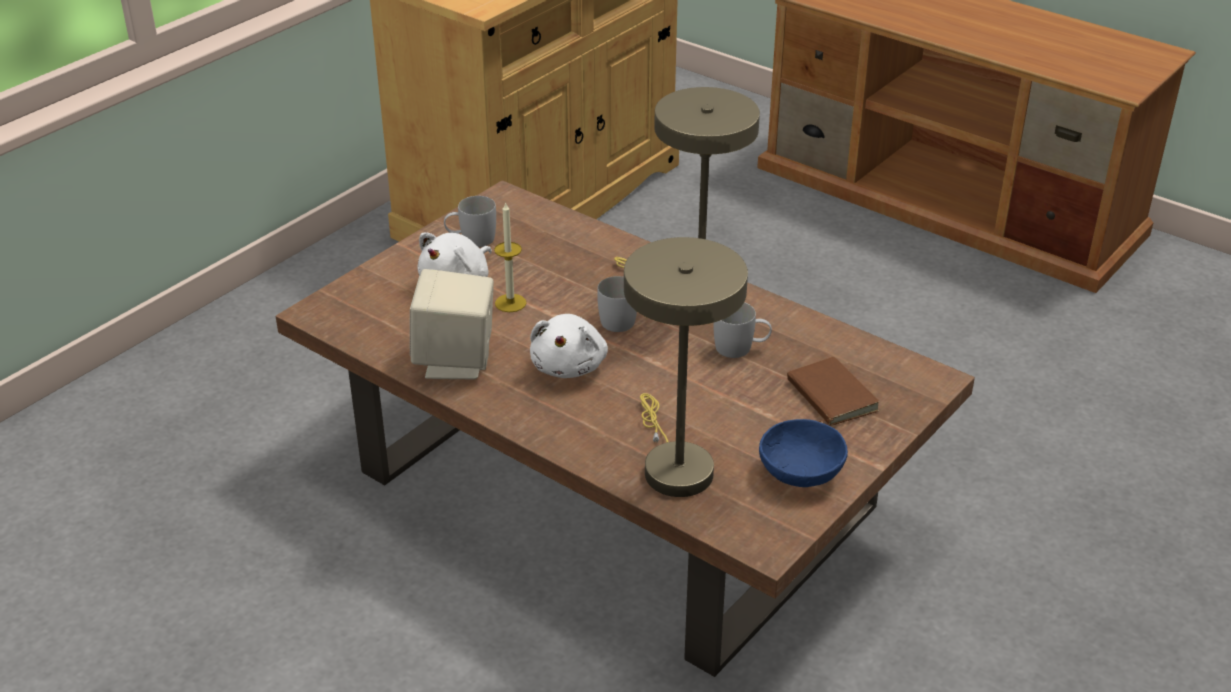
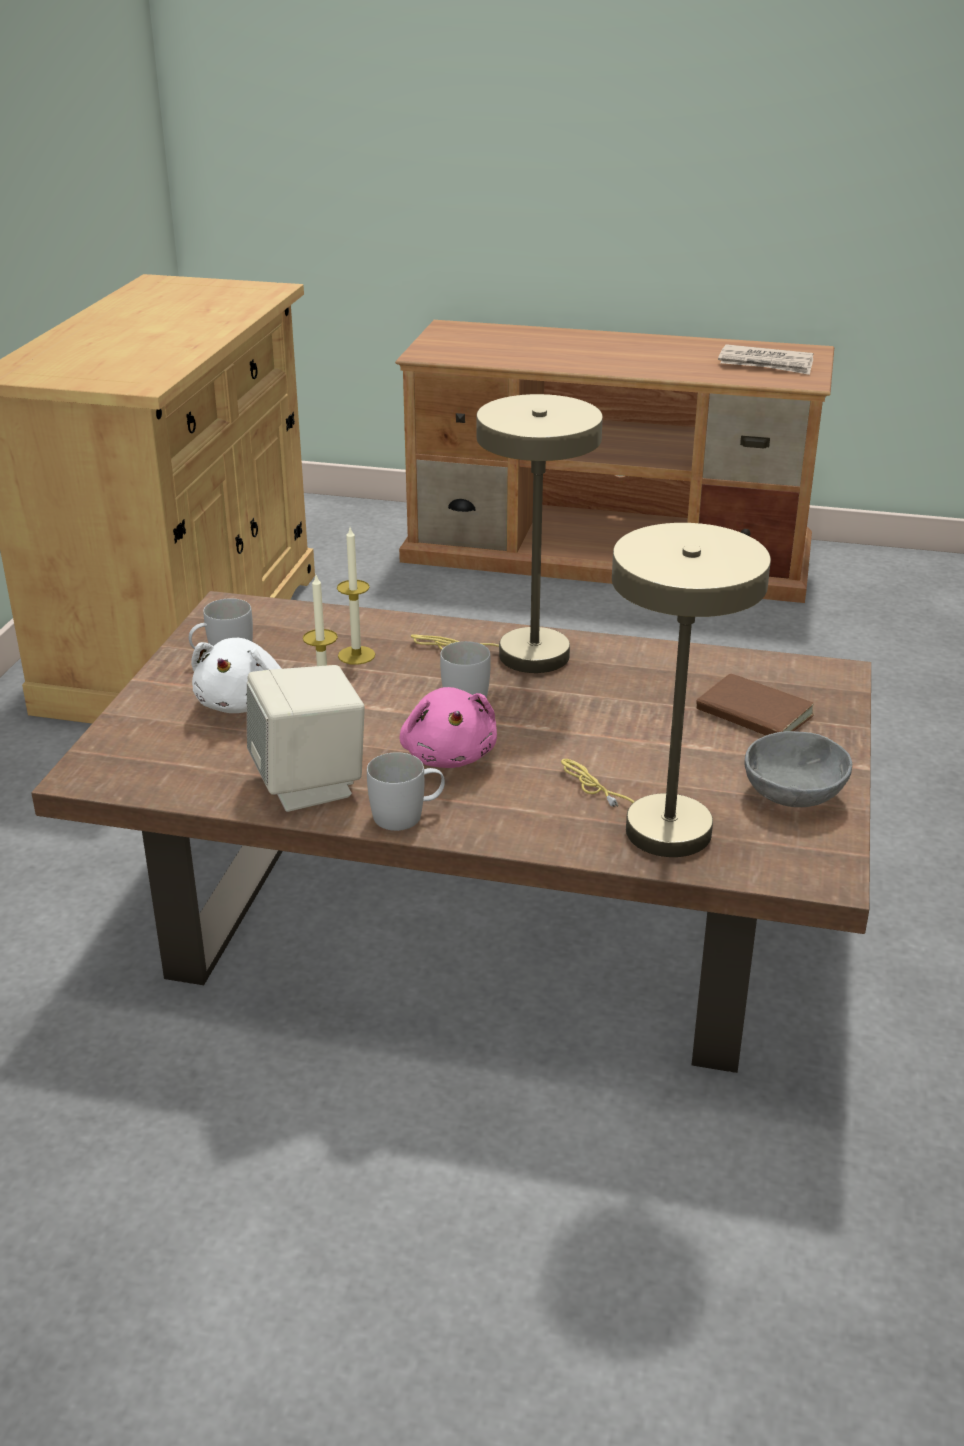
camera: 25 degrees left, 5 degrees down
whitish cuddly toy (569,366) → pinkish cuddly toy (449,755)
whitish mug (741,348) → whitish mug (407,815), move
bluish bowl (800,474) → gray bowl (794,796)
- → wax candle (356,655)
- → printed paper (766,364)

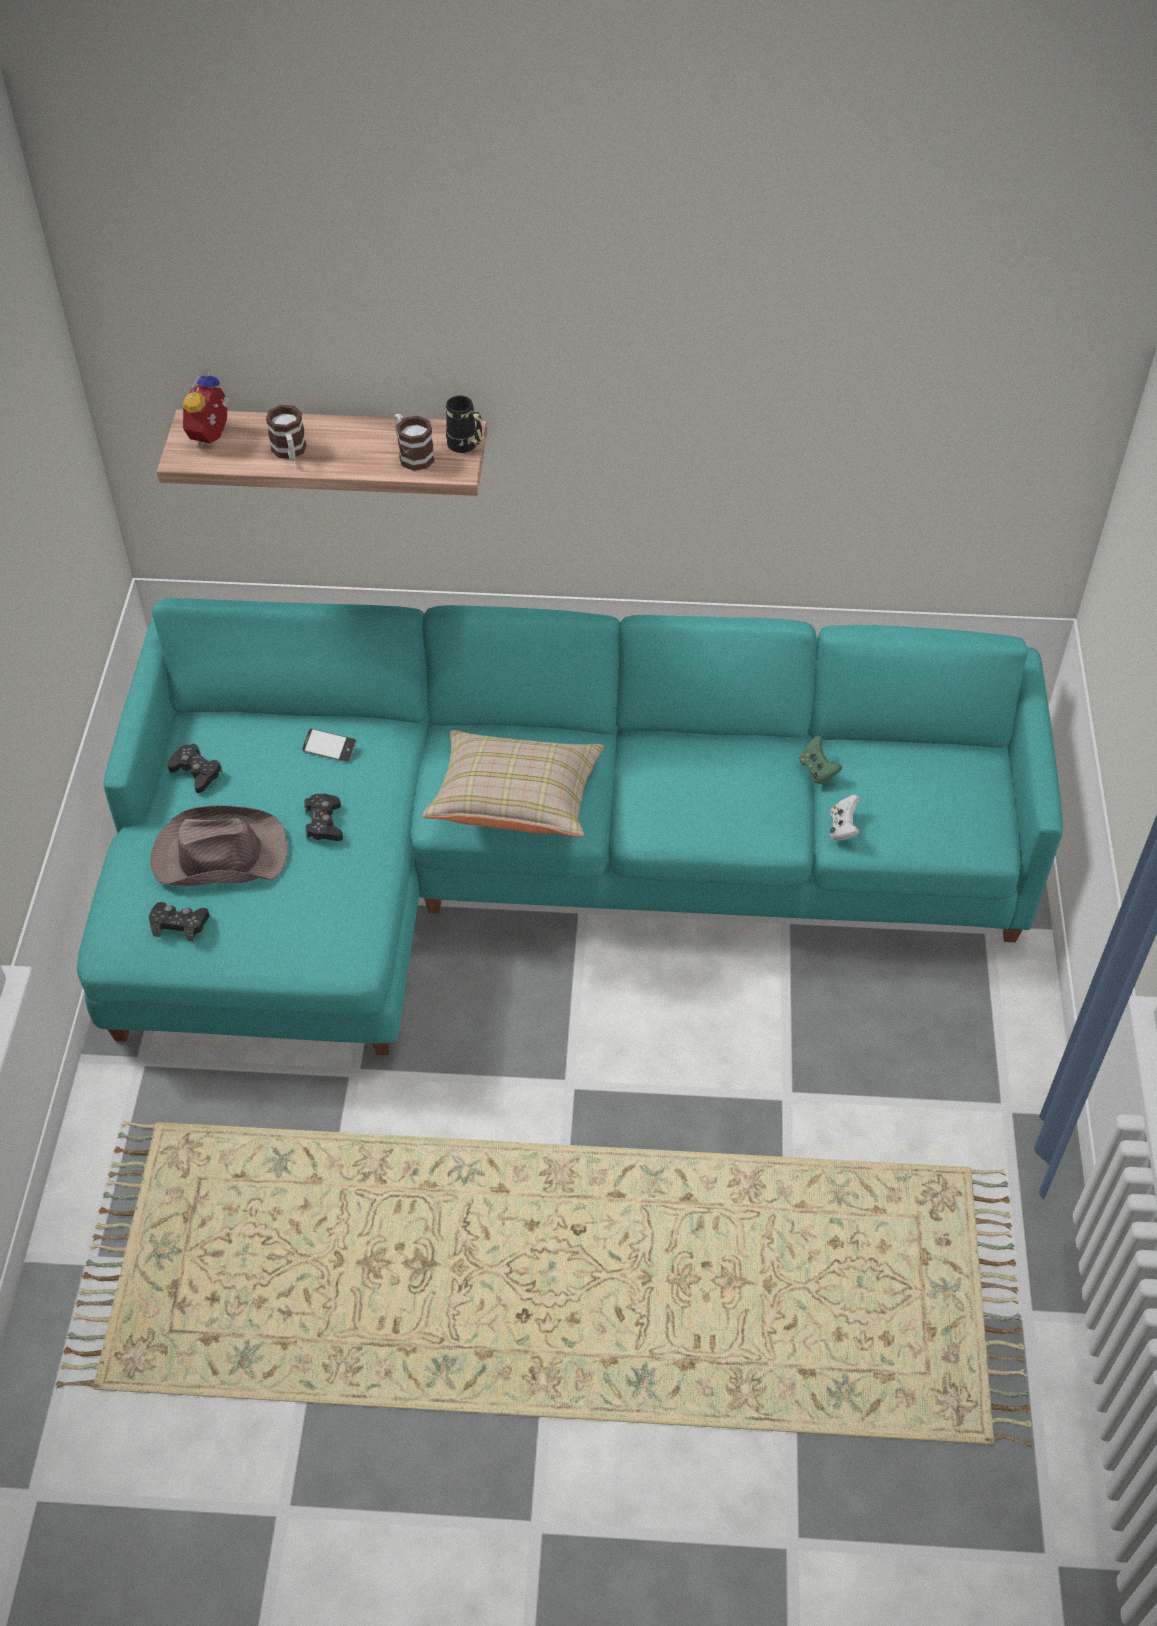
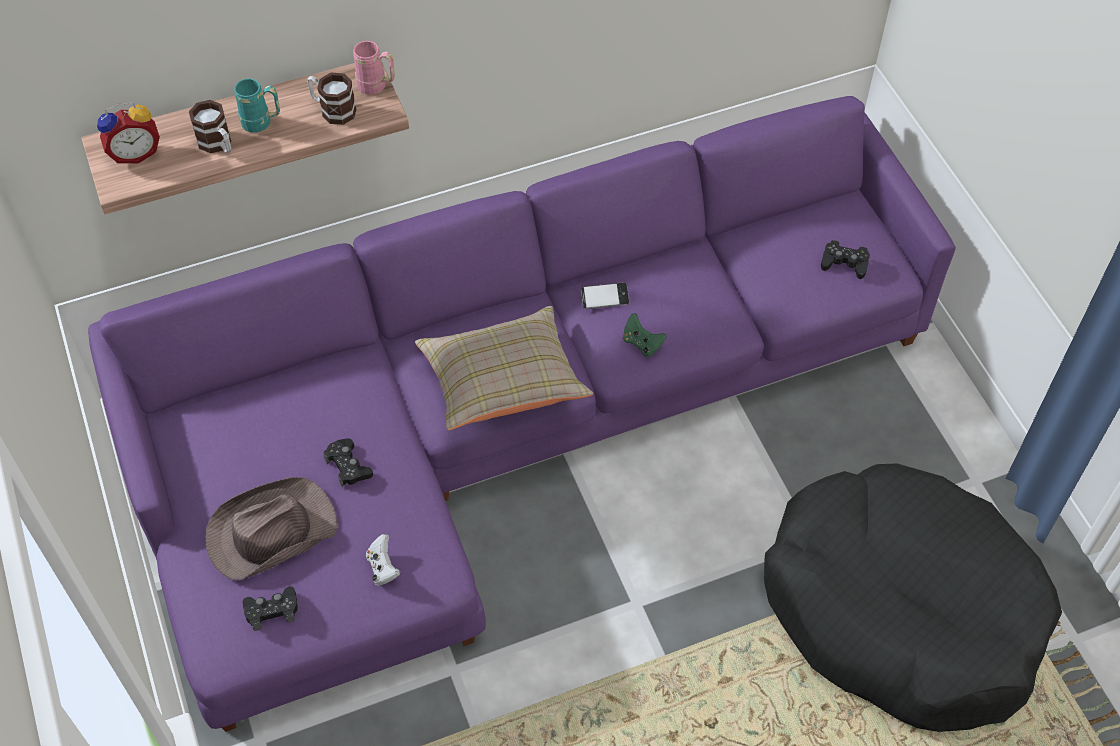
camera: 25 degrees left, 5 degrees up
turquoise-coloured couch (529,865) → purple couch (500,428)
black game controller (196,772) → black game controller (844,263), move
alarm clock (213,436) → alarm clock (135,152), 105 degrees counterclockwise
phone (329,748) → phone (604,298), move
black mug (466,447) → pinkish mug (377,86)
green game controller (817,770) → green game controller (642,343), move
whitish game controller (843,828) → whitish game controller (383,568), move
- → turquoise-coloured mug (262,123)
- → black dog bed (901,610)

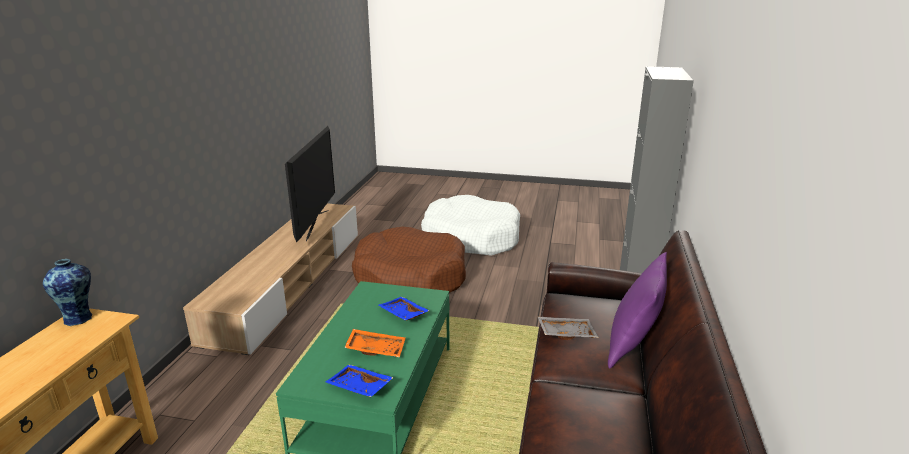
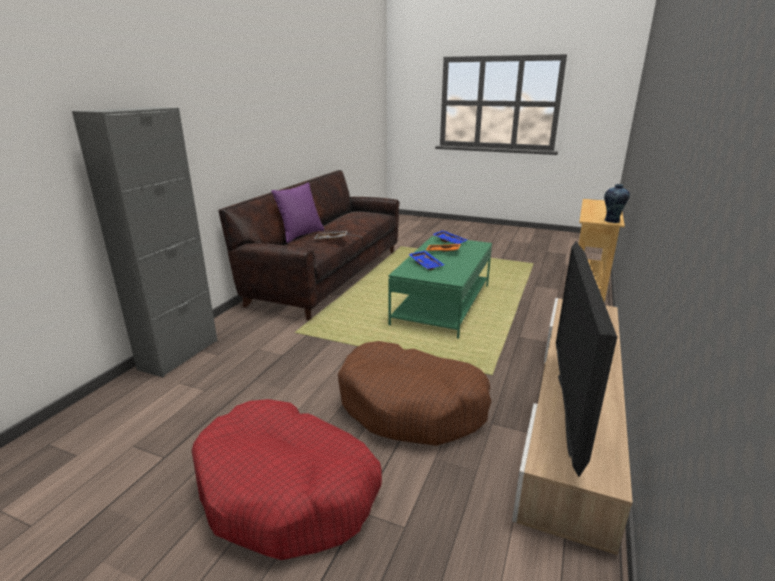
camera: 170 degrees left, 0 degrees up
whitish dog bed (471,238) → reddish dog bed (287,490)

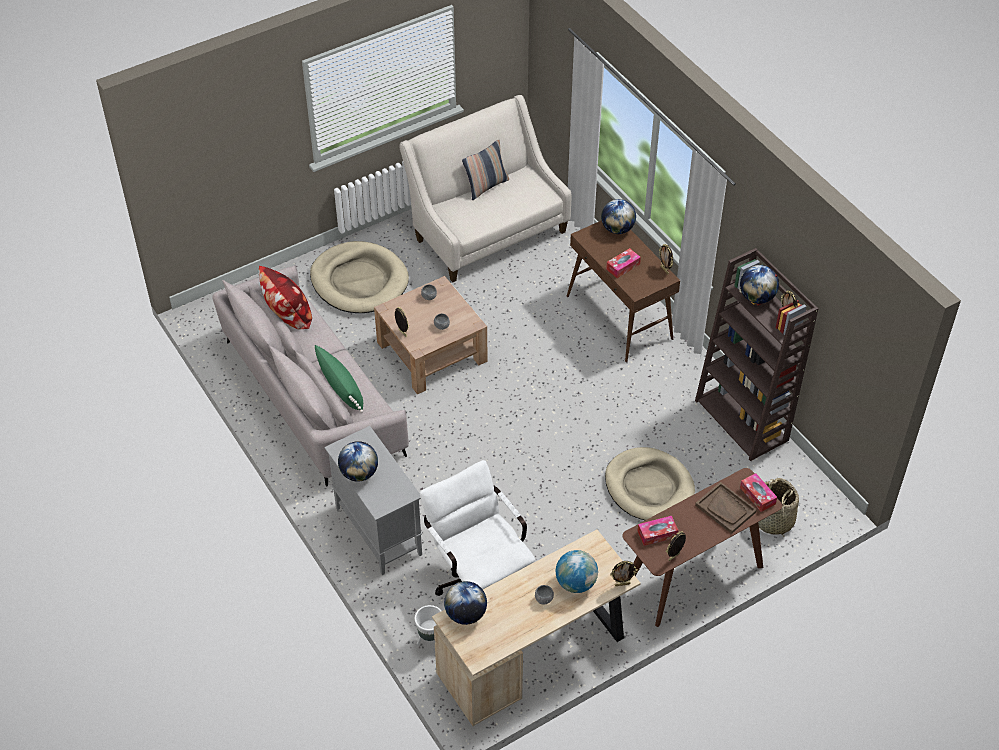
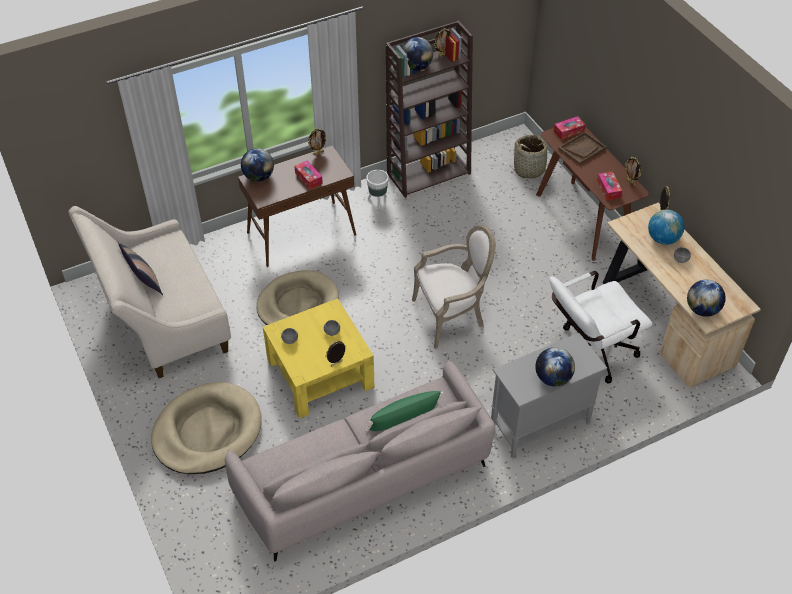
camera: 85 degrees left, 0 degrees up
cushion (288,316) → -
brownish lounge table (432,352) → yellow-coloured lounge table (320,373)
whitish flower pot (430,641) → whitish flower pot (377,201), move
sand-coloured dog bed (649,487) → sand-coloured dog bed (298,304), move
- → lounge chair (452,316)

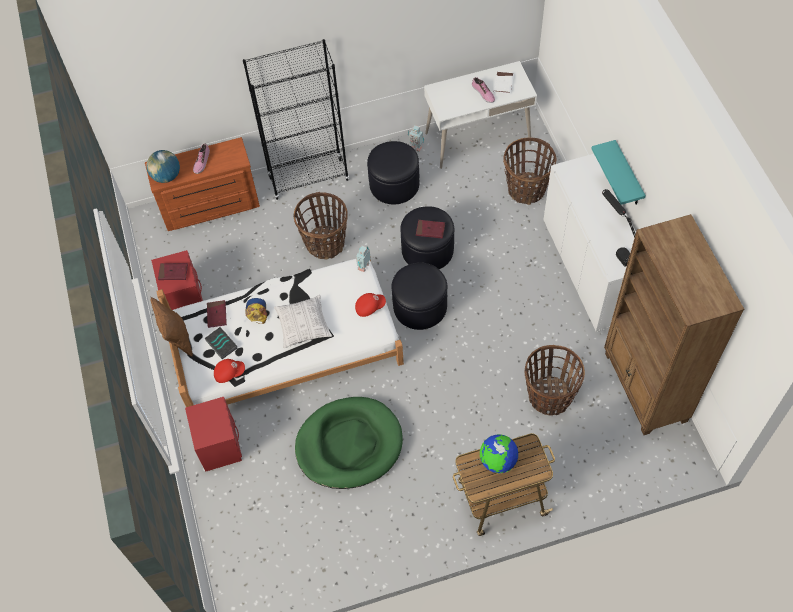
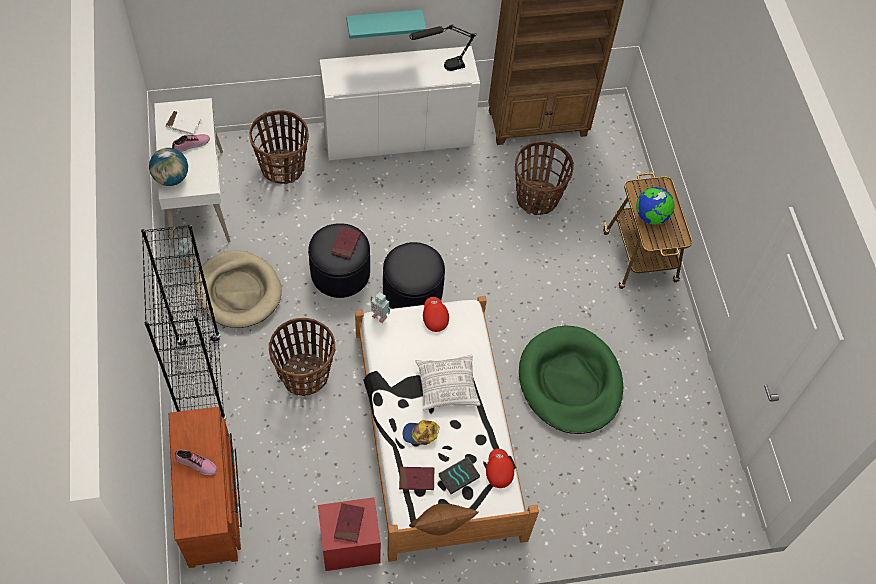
camera: 90 degrees left, 0 degrees up
world globe (166,176) → world globe (171,178), move
reddish night table (219,445) → -
black ottoman (394,184) → sand-coloured dog bed (238,291)

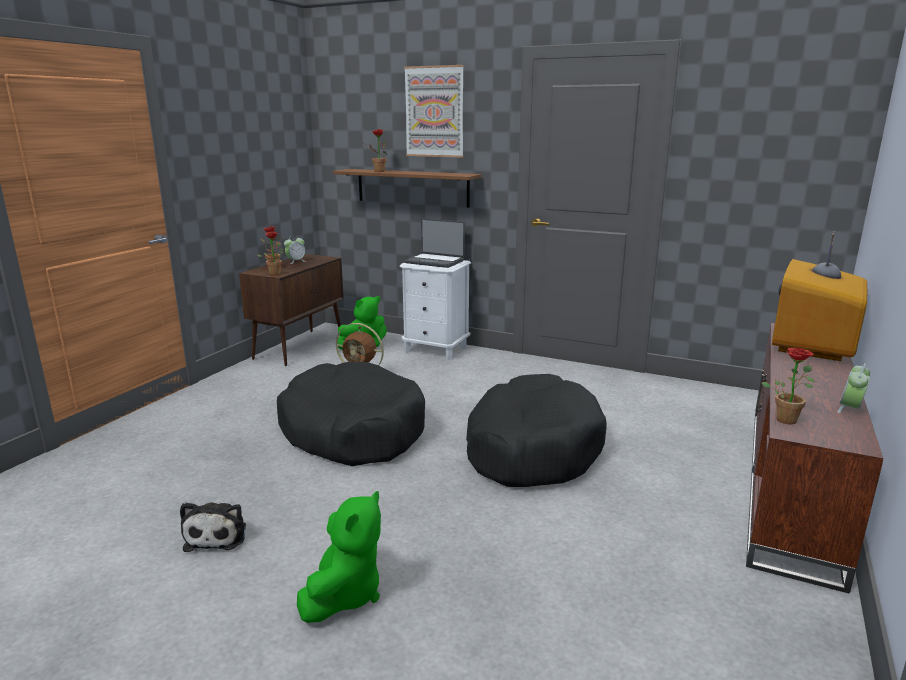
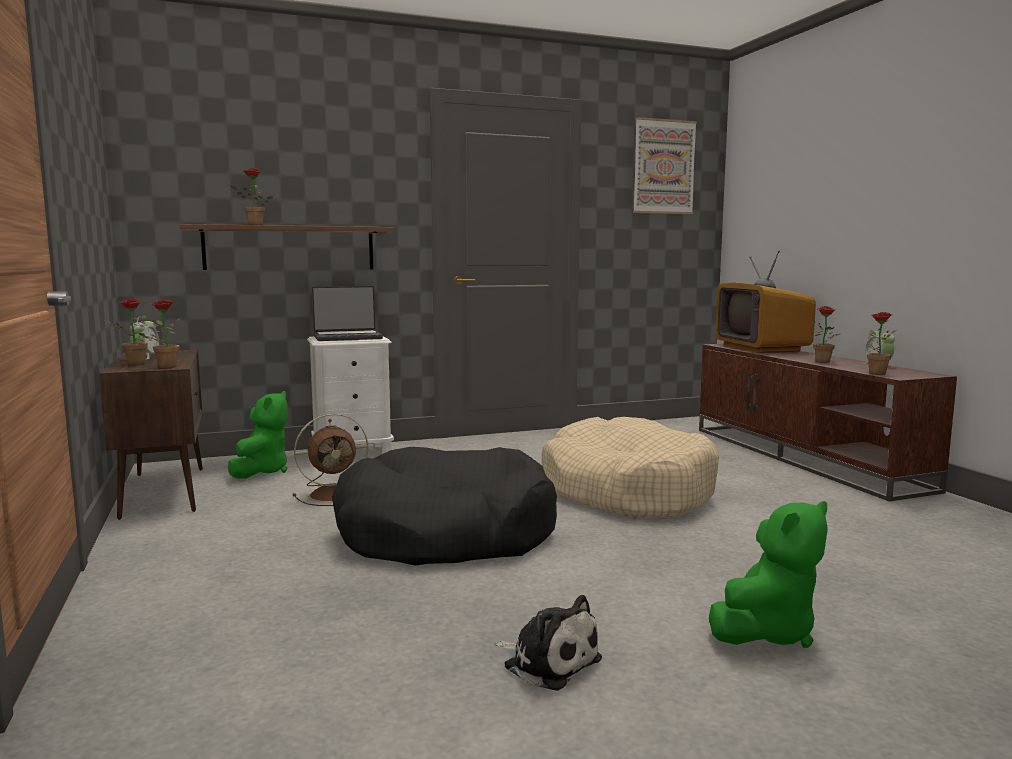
camera: 45 degrees left, 10 degrees down
green cuddly toy (345,594) → green cuddly toy (767,631), 75 degrees clockwise
wall picture (434,112) → wall picture (663,167), move
black dog bed (531,448) → sand-coloured dog bed (627,491)
- → potted plant (824,362)

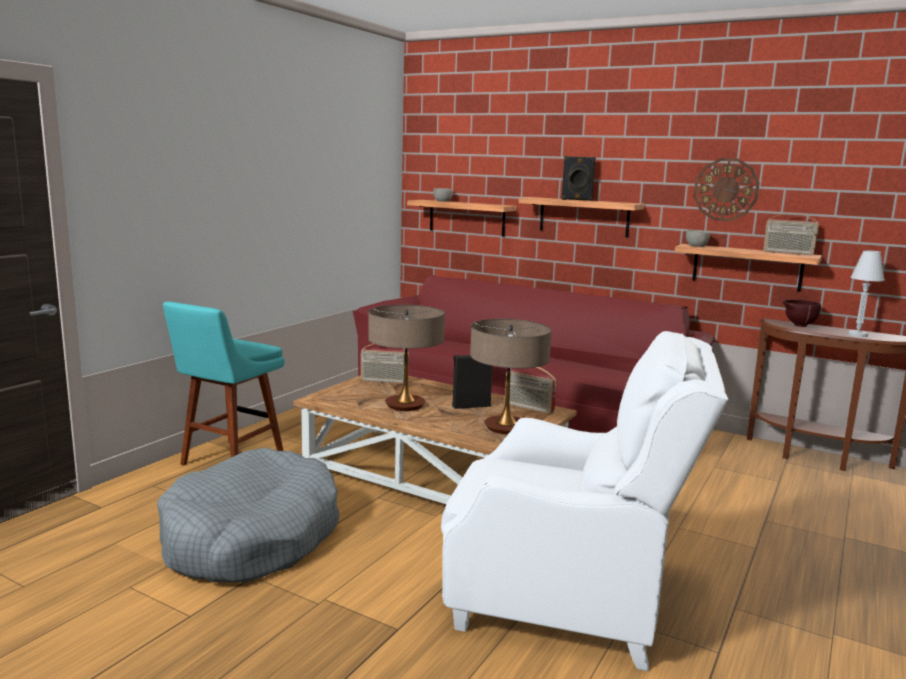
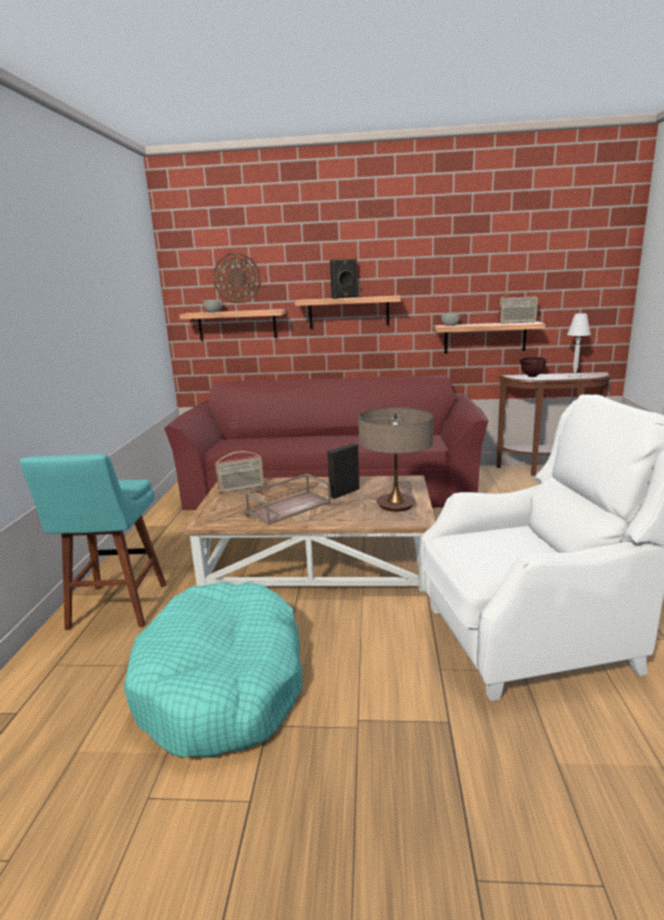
camera: 25 degrees left, 5 degrees up
gray dog bed (251,537) → turquoise-coloured dog bed (223,684)
lamp for a table (405,405) → brownish carrying tray (289,506)
radio set (528,408) → -
hanging clock (726,189) → hanging clock (237,278), move

